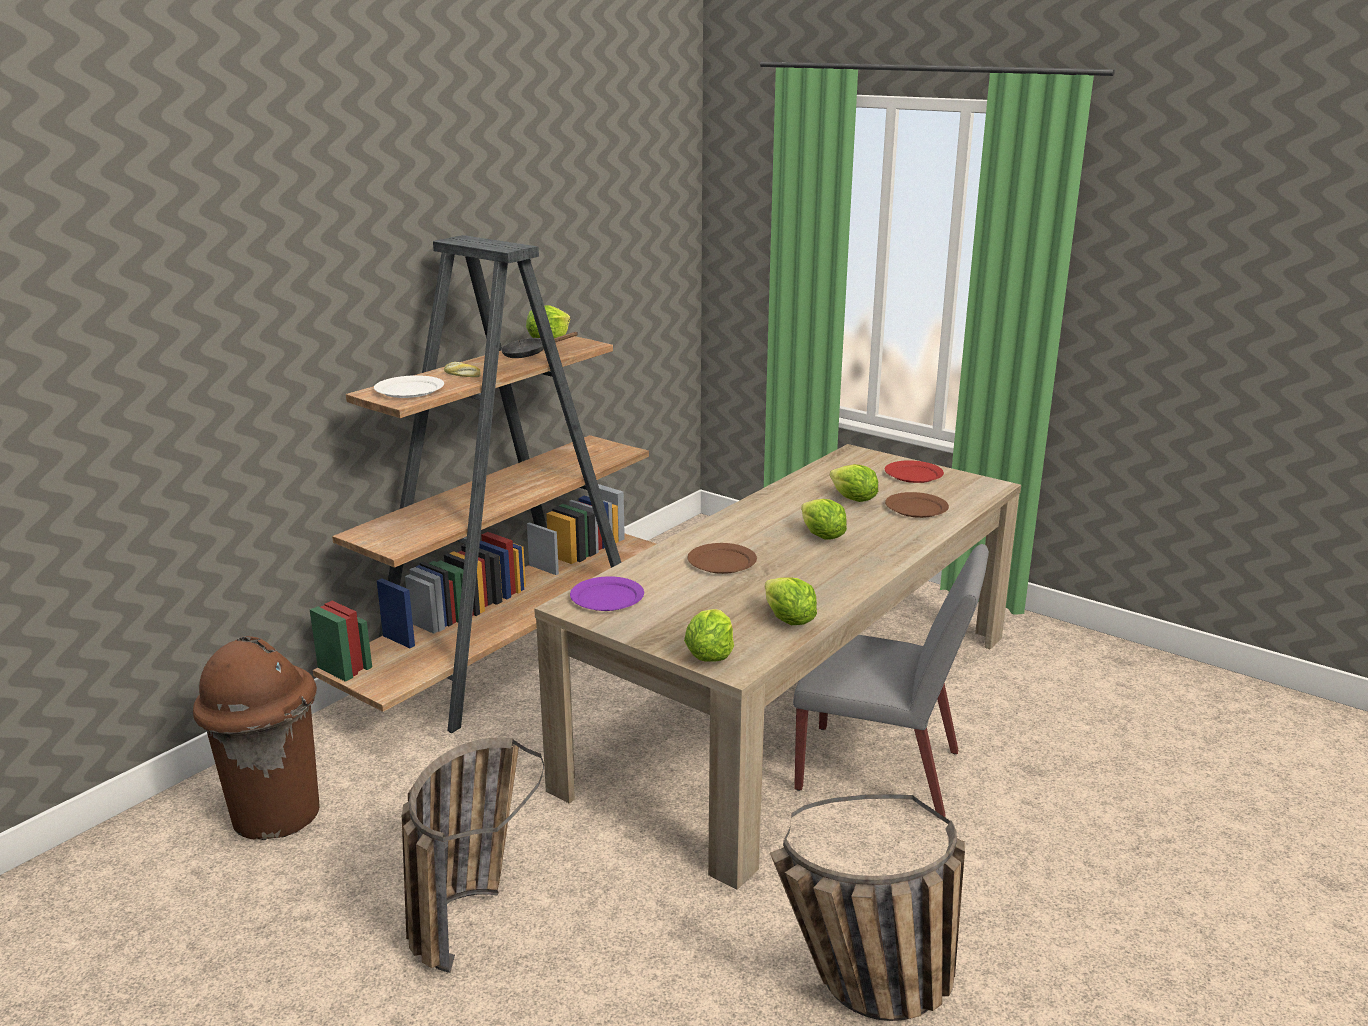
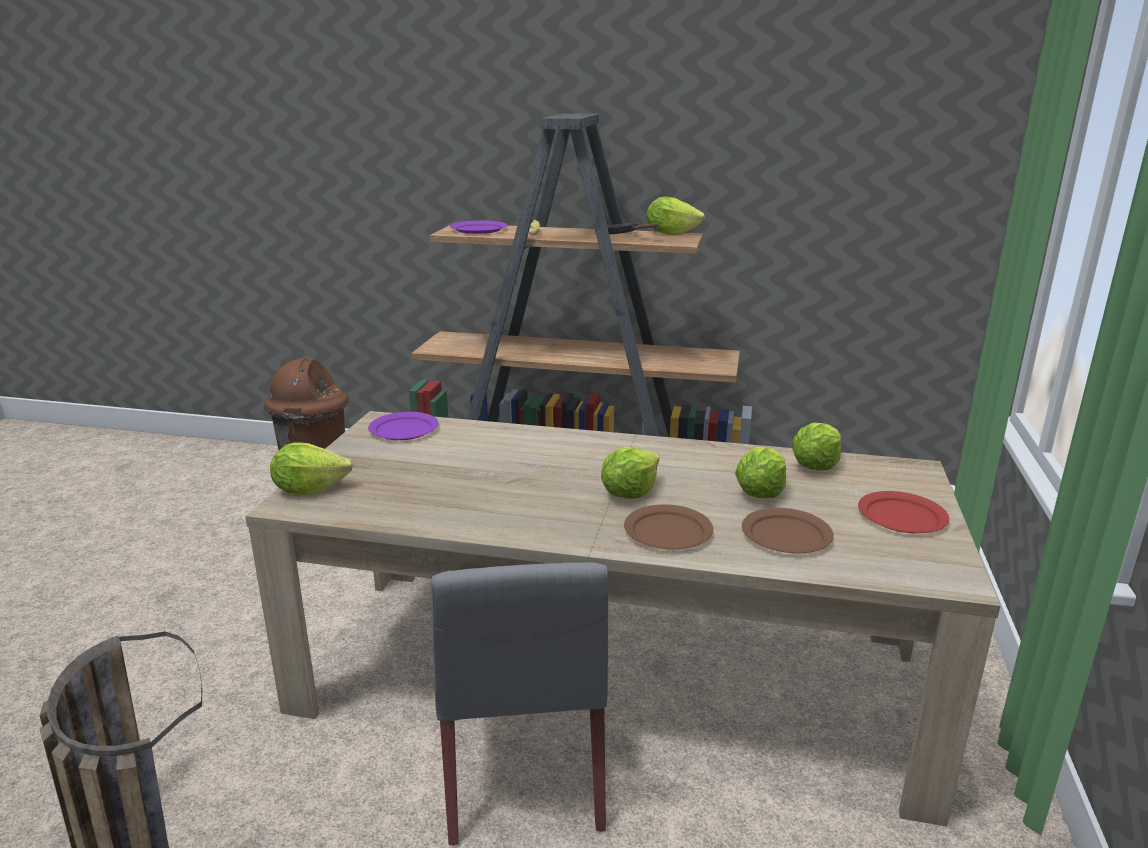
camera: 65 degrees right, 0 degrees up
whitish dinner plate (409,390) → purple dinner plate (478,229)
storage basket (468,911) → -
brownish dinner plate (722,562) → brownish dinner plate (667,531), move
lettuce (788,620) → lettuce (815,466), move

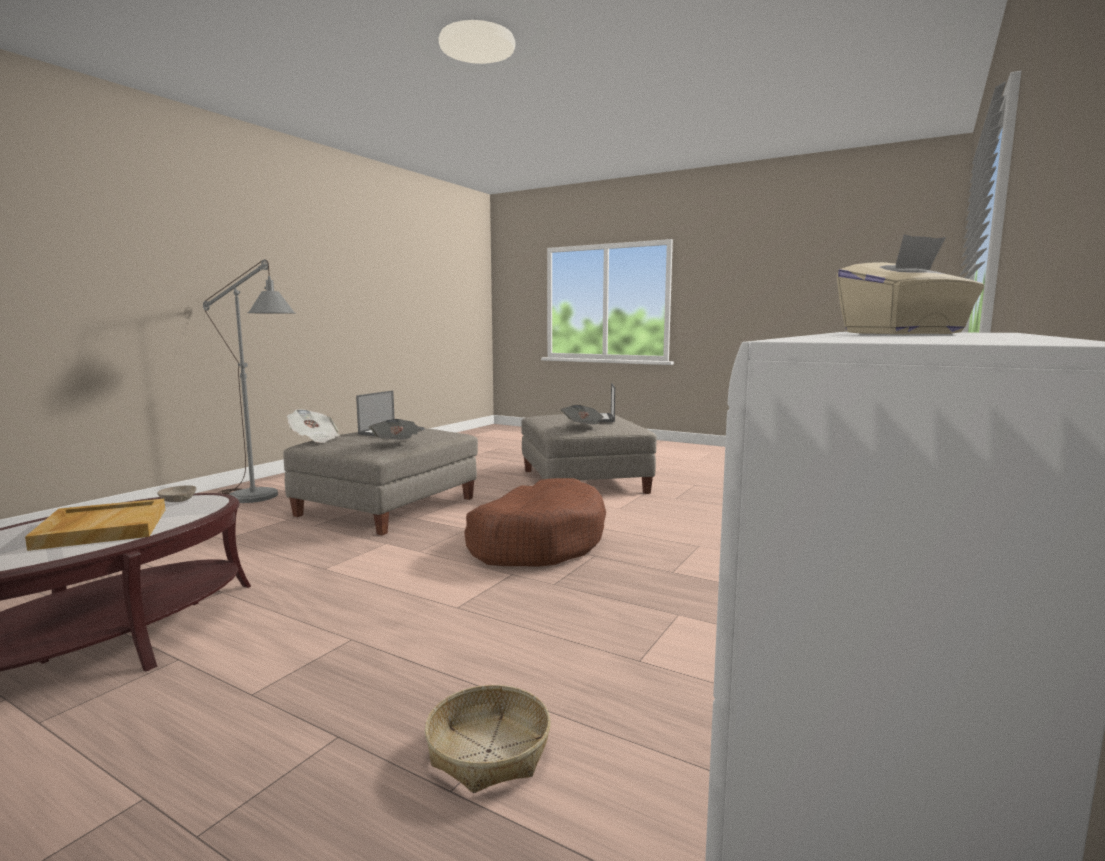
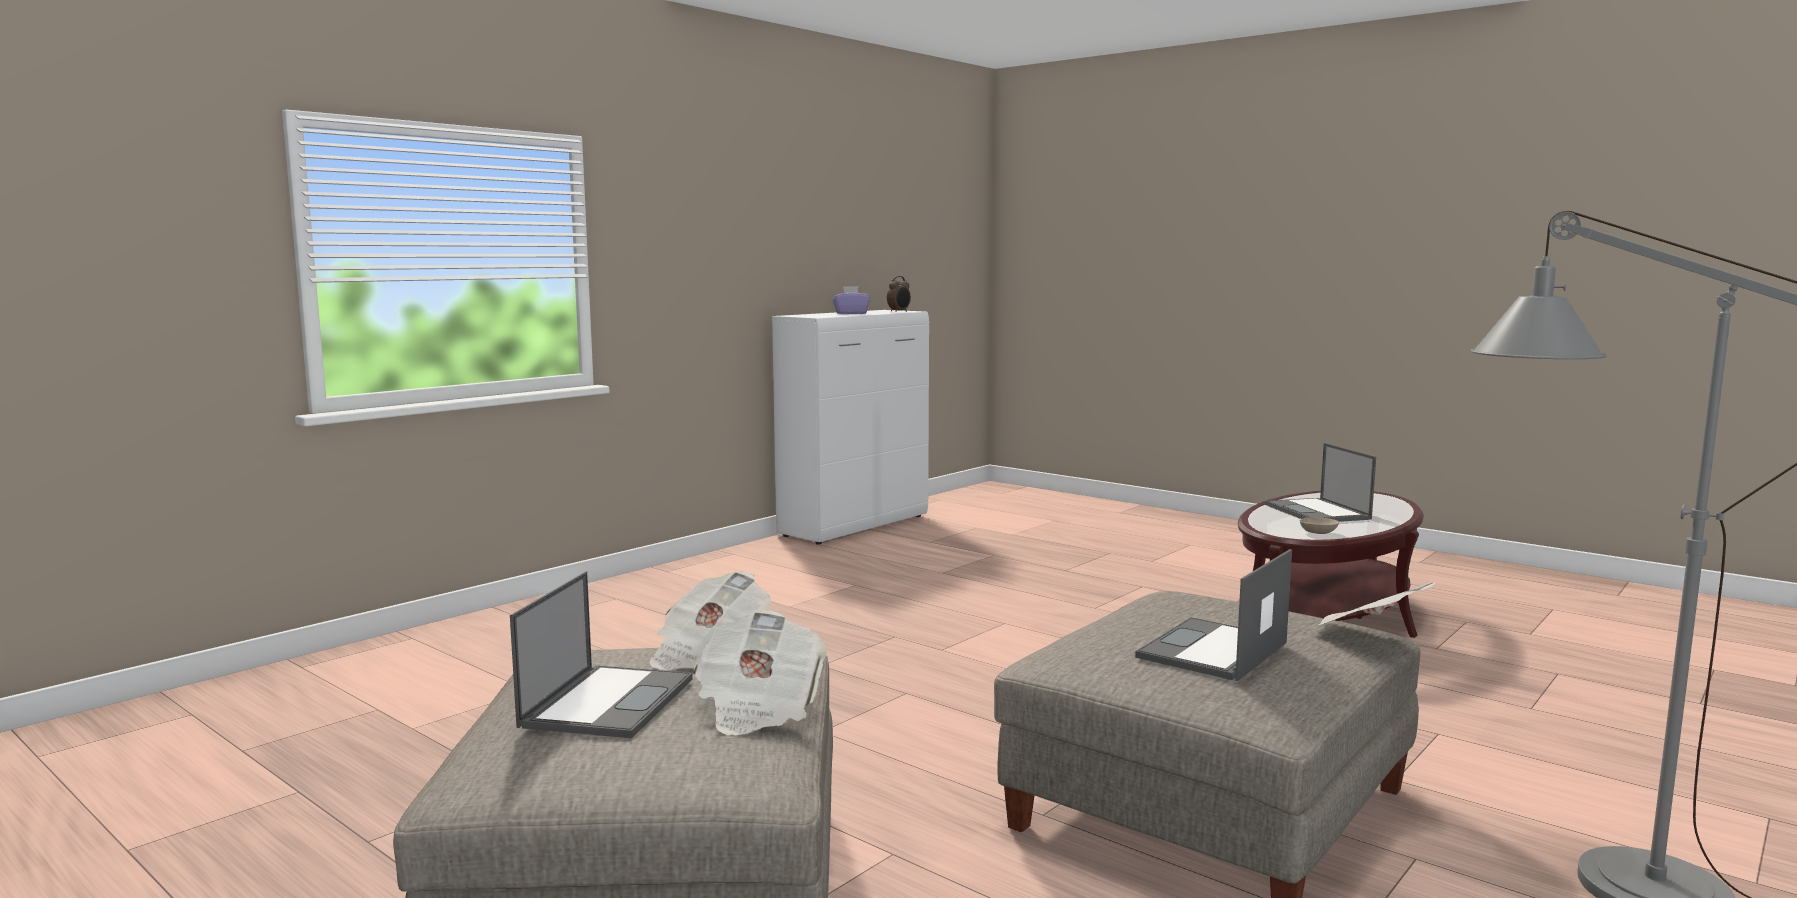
camera: 170 degrees left, 0 degrees up
sand-coloured carrying tray (102,528) → portable computer (1318,512)
printed paper (396,444) → printed paper (758,707), move
storage basket (489,751) → -
brownish dog bed (537,542) → -
sand-coloured tissue box (904,333) → purple tissue box (851,313)
- → alarm clock (899,312)

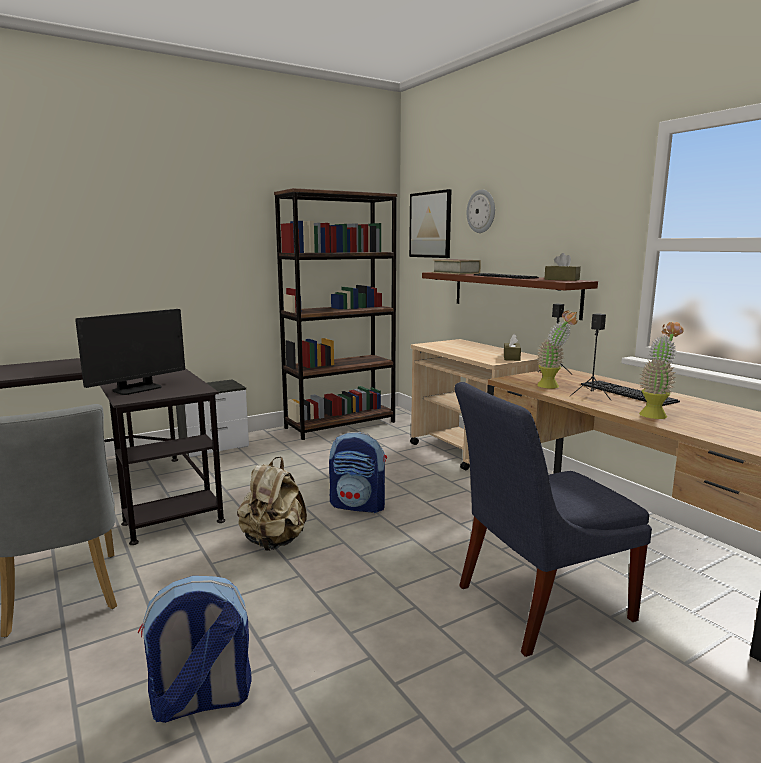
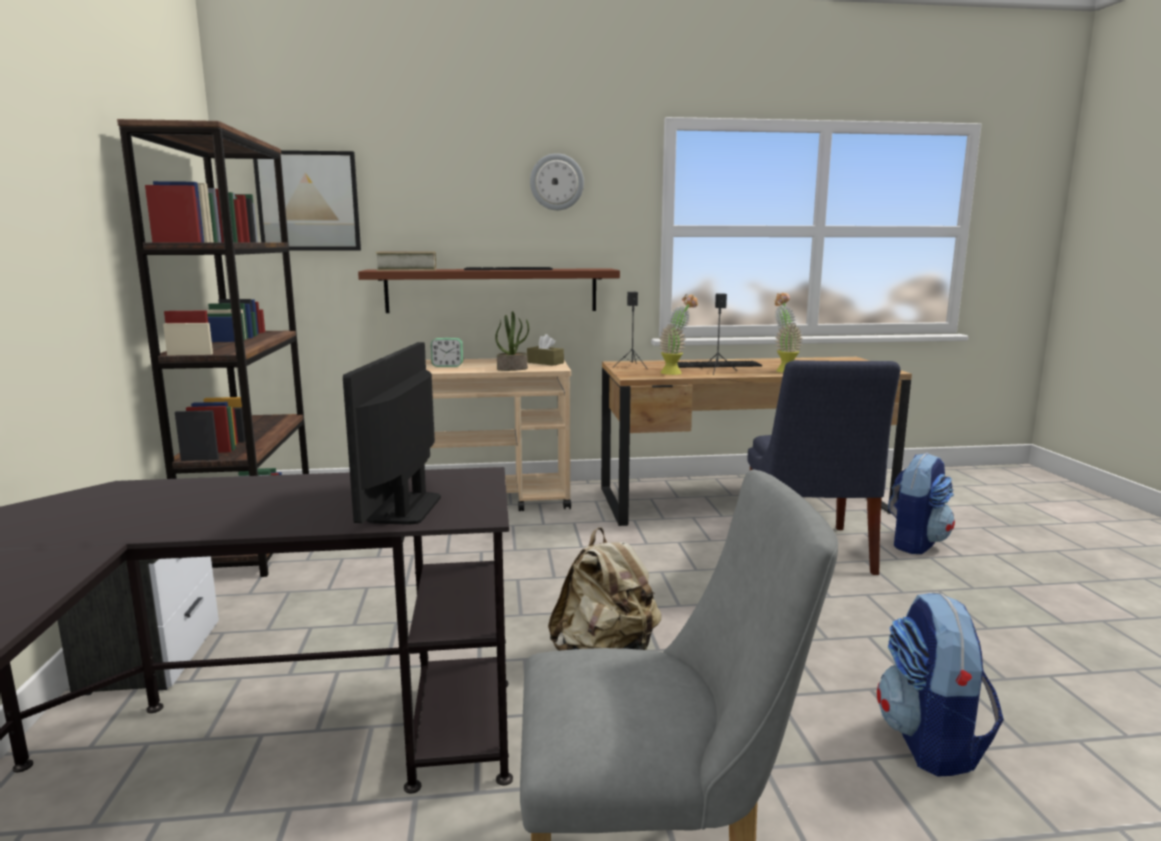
camera: 65 degrees left, 0 degrees up
monitor (137,389) → monitor (405,508), 150 degrees counterclockwise
rucksack (359,505) → rucksack (915,543), move
hanging clock (481,211) → hanging clock (556,182), move
brownish tissue box (561,279) → -
- → alarm clock (447,366)
- → potted plant (512,369)

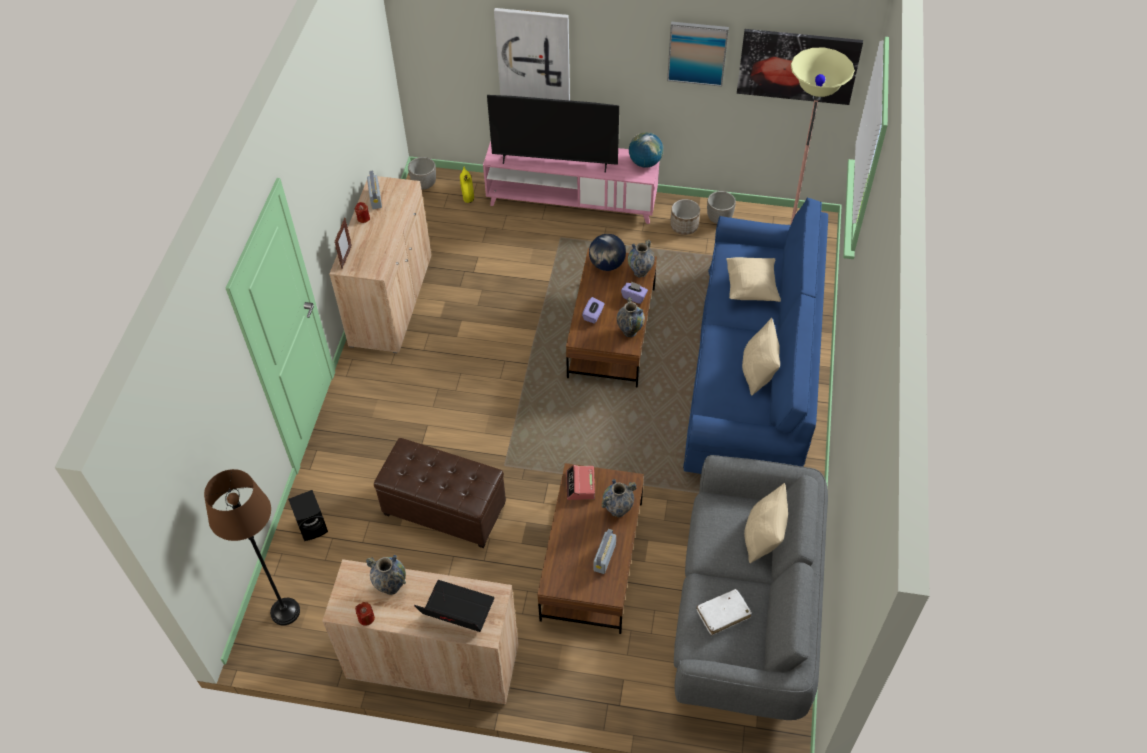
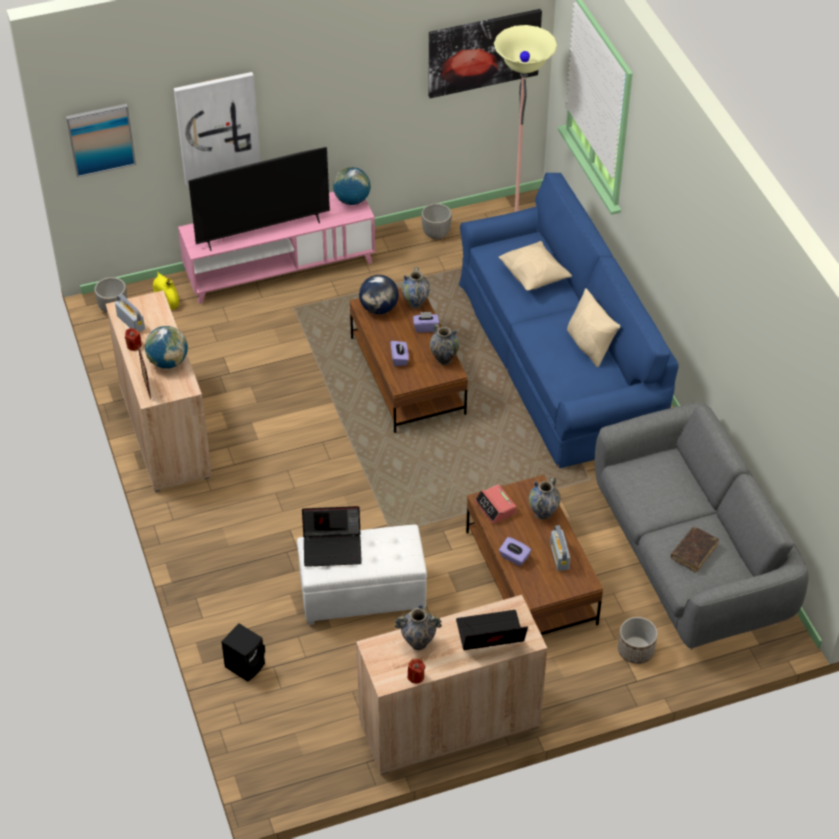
camera: 30 degrees left, 5 degrees down
brownish floor lamp (285,612) → -
brownish ottoman (444,508) → whitish ottoman (362,594)
wall picture (697,53) → wall picture (101,139), move
flower pot (684,226) → flower pot (636,650), move
whitish book (723,614) → brownish book (694,552)
sand-coloured cushion (763,537) → -
- → world globe (168,362)
- → portable computer (333,547)
- → purple tissue box (514,557)

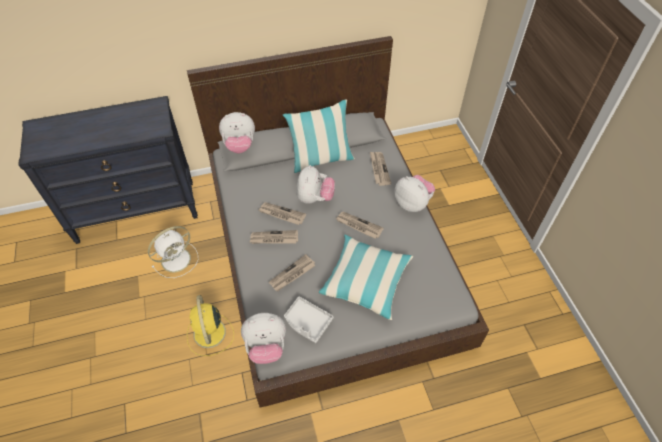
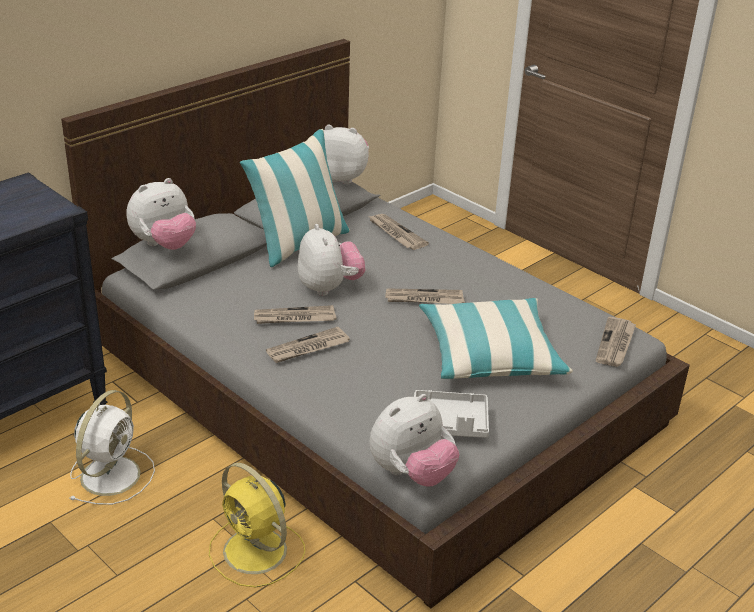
camera: 30 degrees left, 20 degrees down
printed paper (292,274) → printed paper (615,344), move
cuddly toy (412,203) → cuddly toy (342,177), move

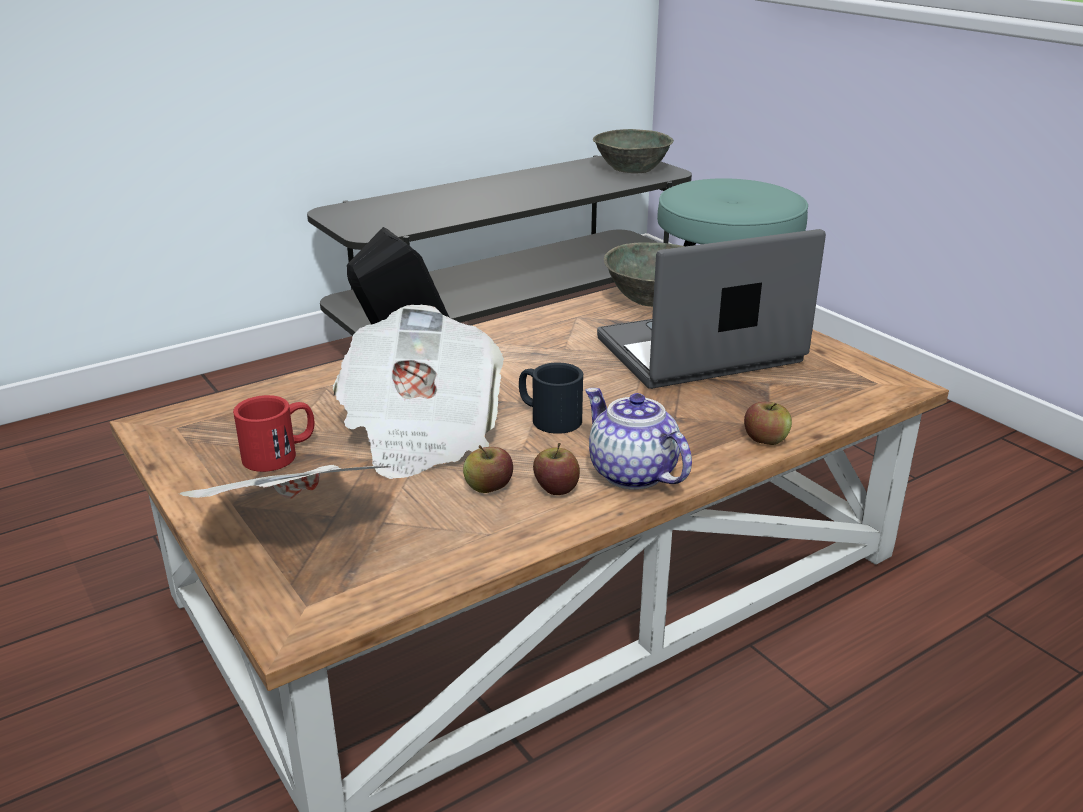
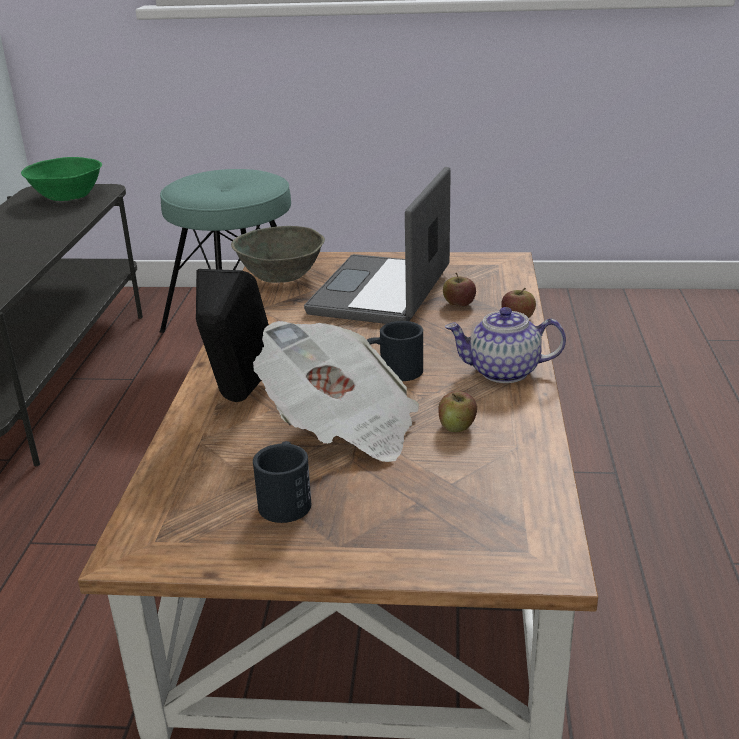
camera: 50 degrees left, 0 degrees up
printed paper (297,523) → -
reddish mug (280,454) → black mug (286,498)
whole apple (556,488) → whole apple (459,304), move
gray bowl (631,169) → green bowl (67,196)

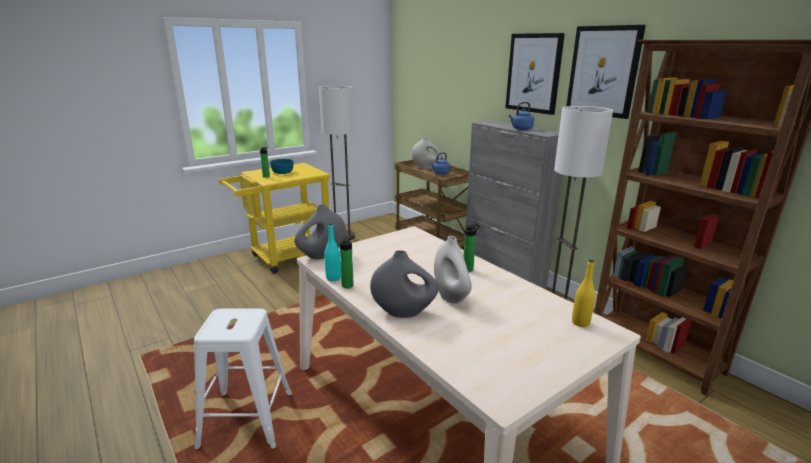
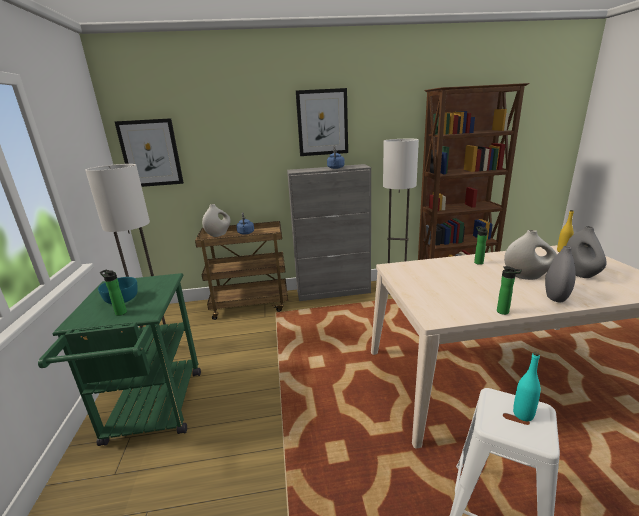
camera: 60 degrees left, 0 degrees up
yellow-coloured trolley (284,258) → green trolley (153,413)
gray decorative vase (322,256) → gray decorative vase (580,274), move
turquoise-coloured bottle (333,278) → turquoise-coloured bottle (523,414), move
wall picture (603,71) → wall picture (151,153), move

